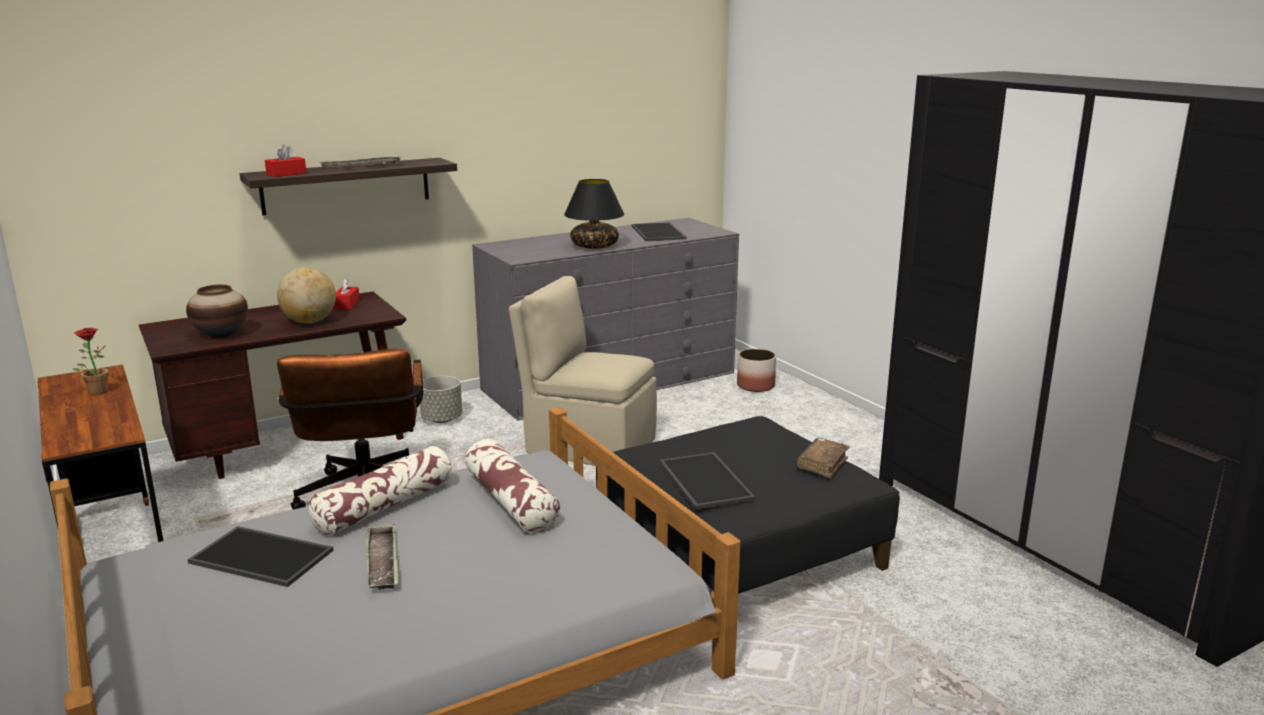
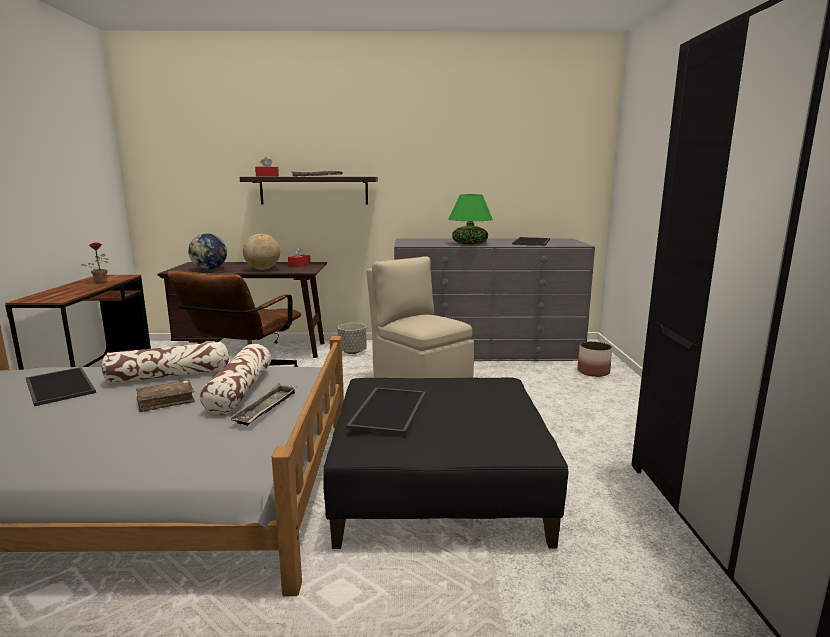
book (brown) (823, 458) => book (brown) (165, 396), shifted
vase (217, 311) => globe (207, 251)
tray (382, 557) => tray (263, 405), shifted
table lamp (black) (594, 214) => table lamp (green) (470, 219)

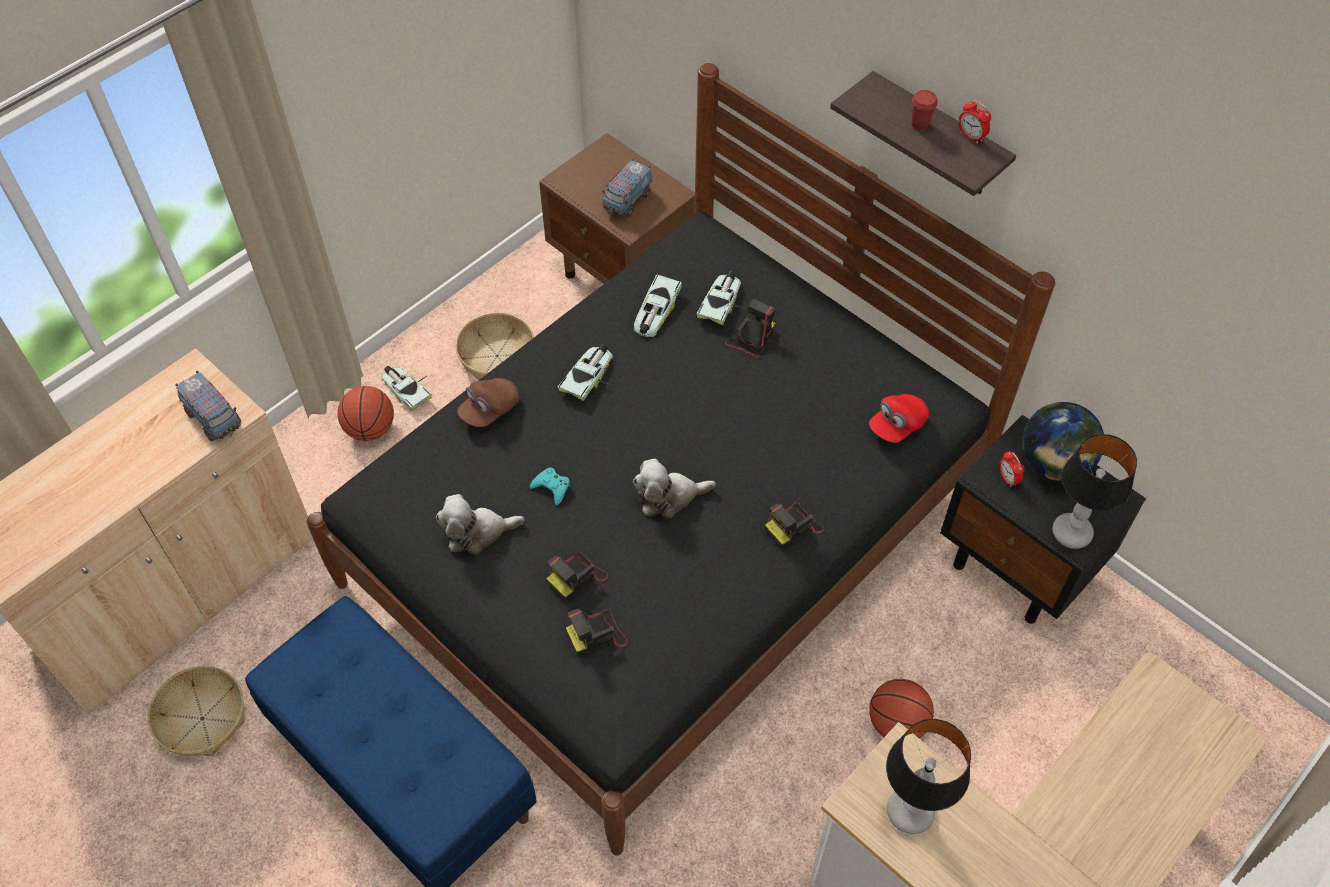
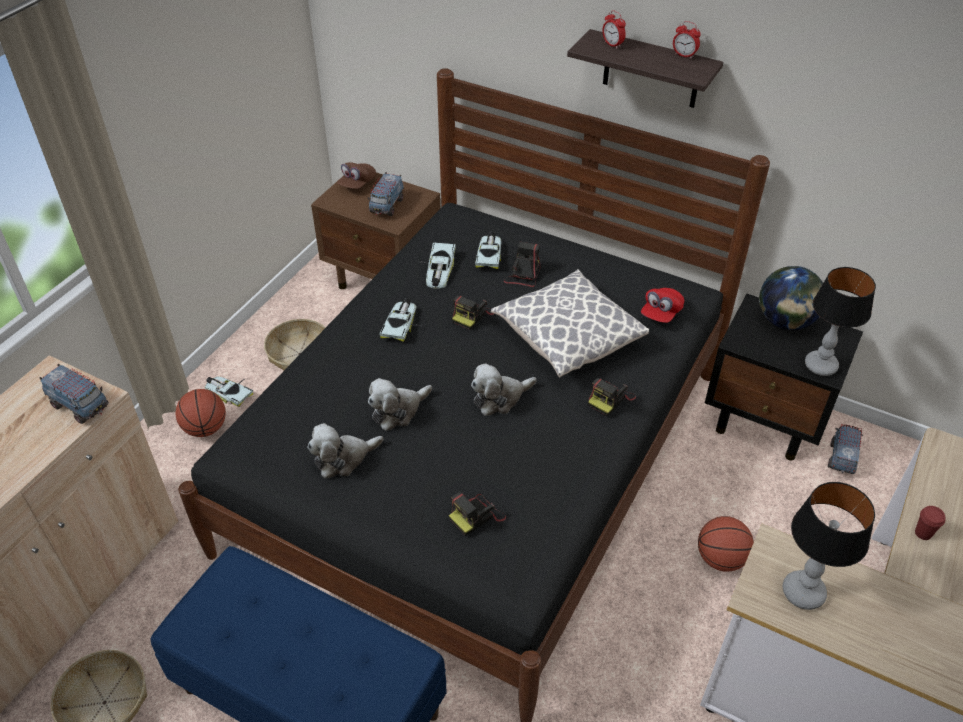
cap (brown) (488, 402) => cap (brown) (356, 175), shifted
game controller (turquoise) (550, 486) => plush toy (400, 404)
photo camera (578, 575) => photo camera (473, 312), shifted
nothing => pillow (570, 323)
alarm clock (1012, 469) => alarm clock (614, 29), shifted
nothing => toy truck (845, 449)
cup (red) (925, 110) => cup (red) (930, 523), shifted

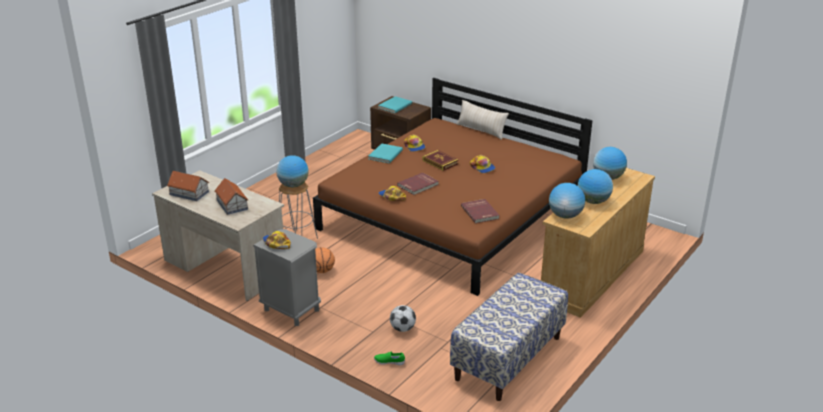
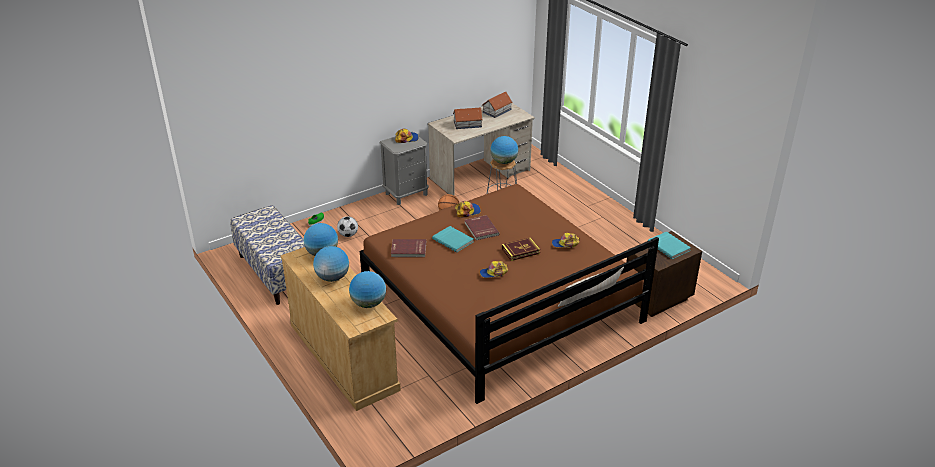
book (turquoise) (386, 153) => book (turquoise) (452, 239), shifted

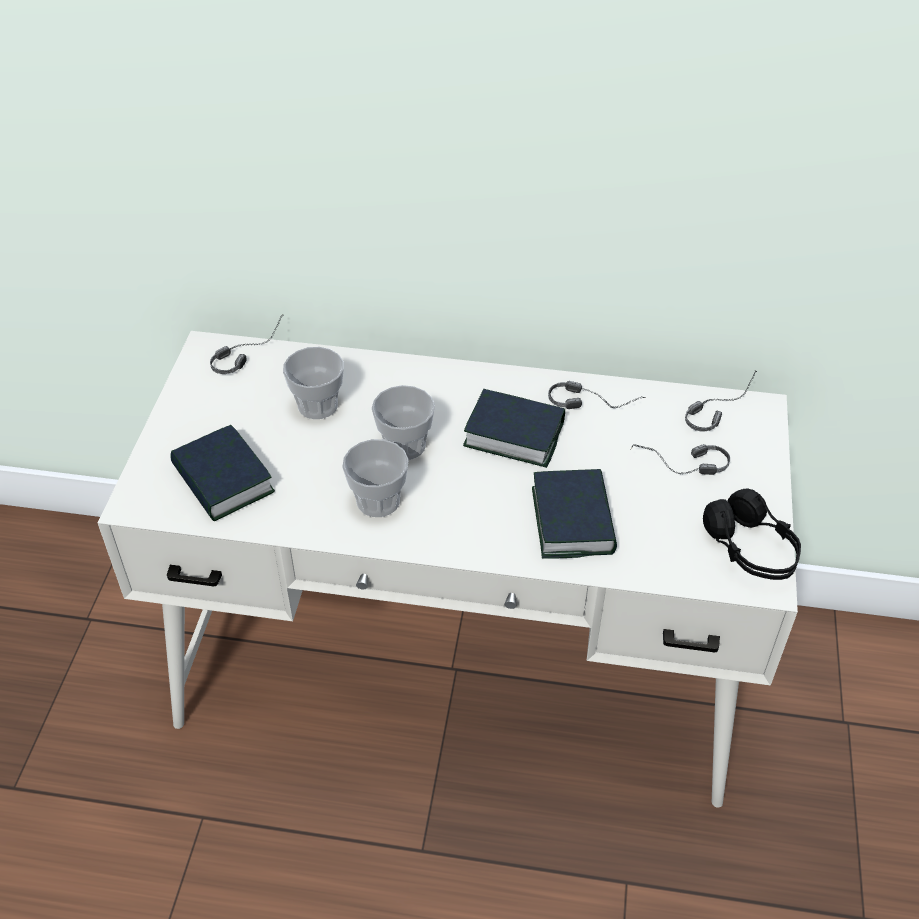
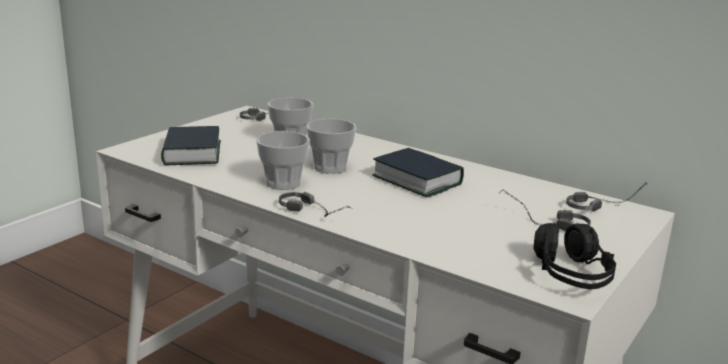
headphones (597, 395) => headphones (315, 204), shifted
book (574, 514) => nothing

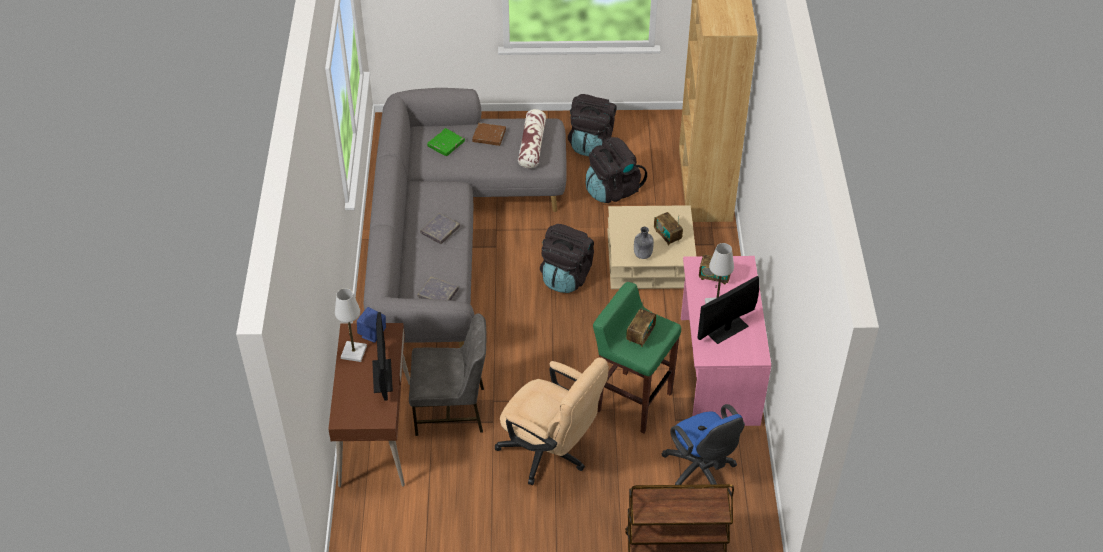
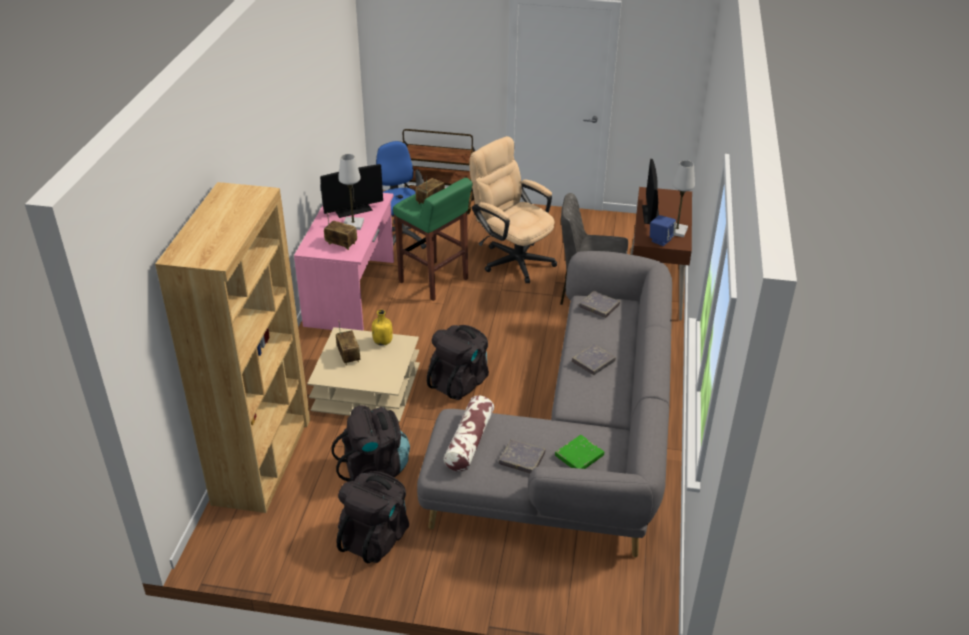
bottle (grey) (644, 243) => bottle (yellow) (382, 327)
book (brown) (489, 134) => book (grey) (522, 456)

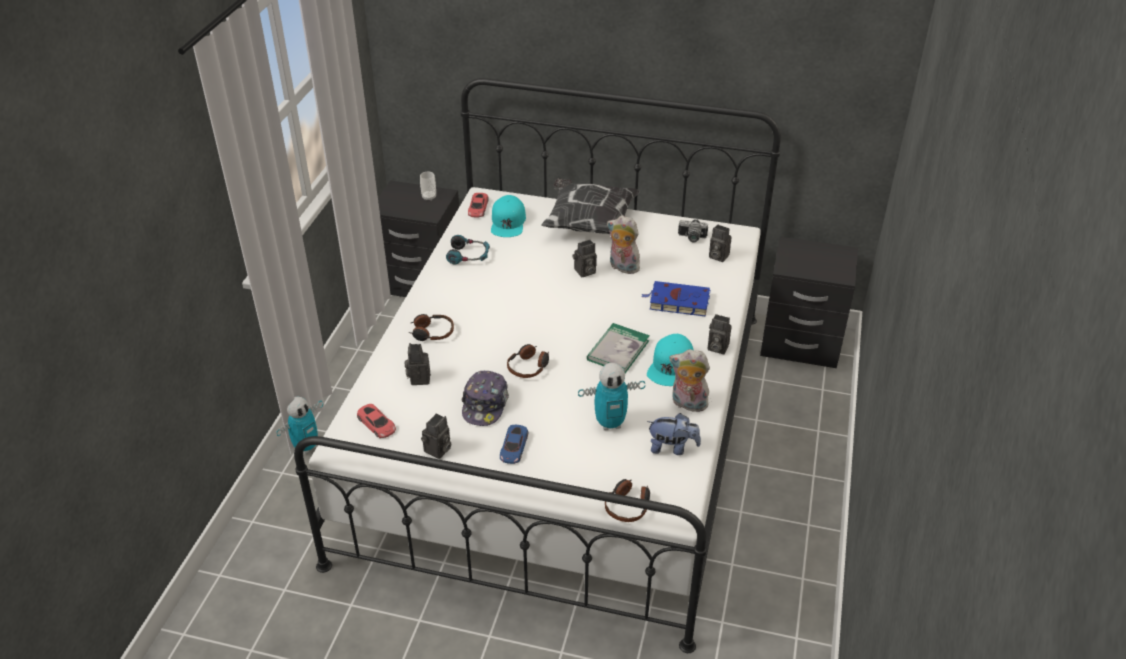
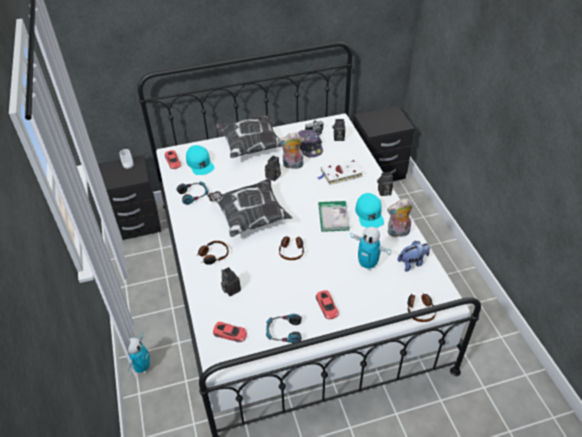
nothing => pillow (250, 208)
photo camera (436, 436) => headphones (284, 328)
cap (485, 398) => cap (310, 143), shifted
toy car (blue) (514, 444) => toy car (red) (327, 304)
book (blue) (676, 299) => book (white) (340, 172)
toy robot (611, 397) => toy robot (370, 248), 75 degrees clockwise

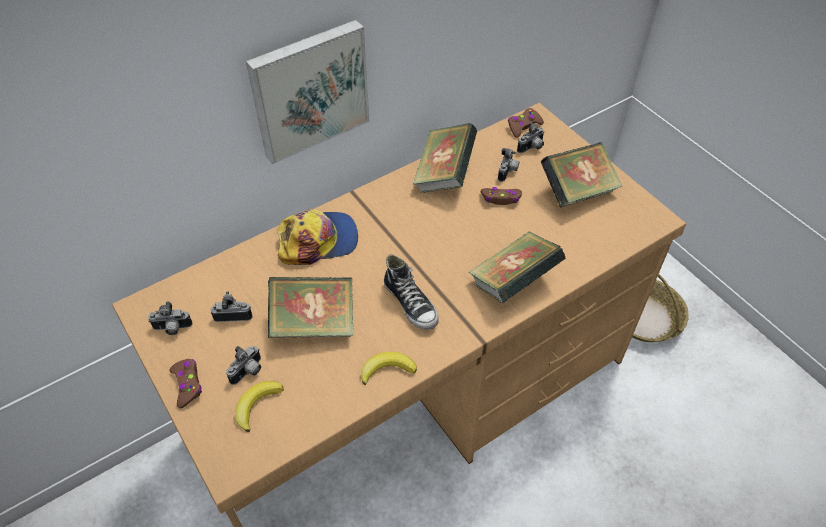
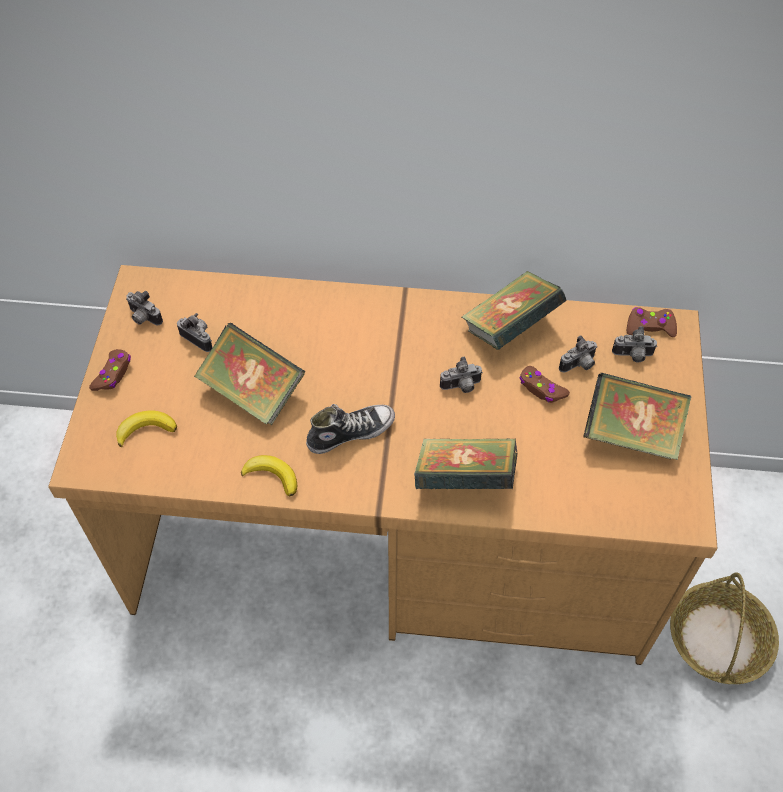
shoe (411, 292) => shoe (350, 429), 120 degrees counterclockwise
photo camera (243, 365) => photo camera (461, 375), shifted
picture (308, 92) => nothing
cap (317, 237) => nothing

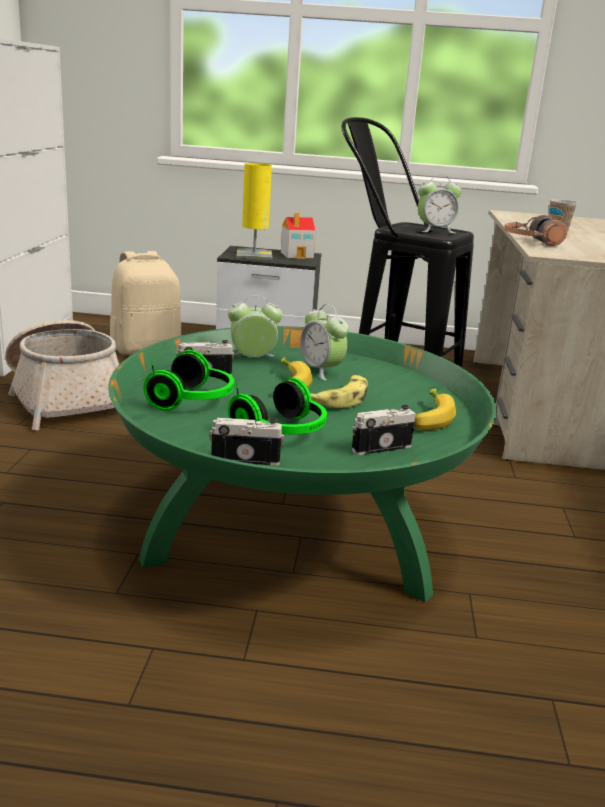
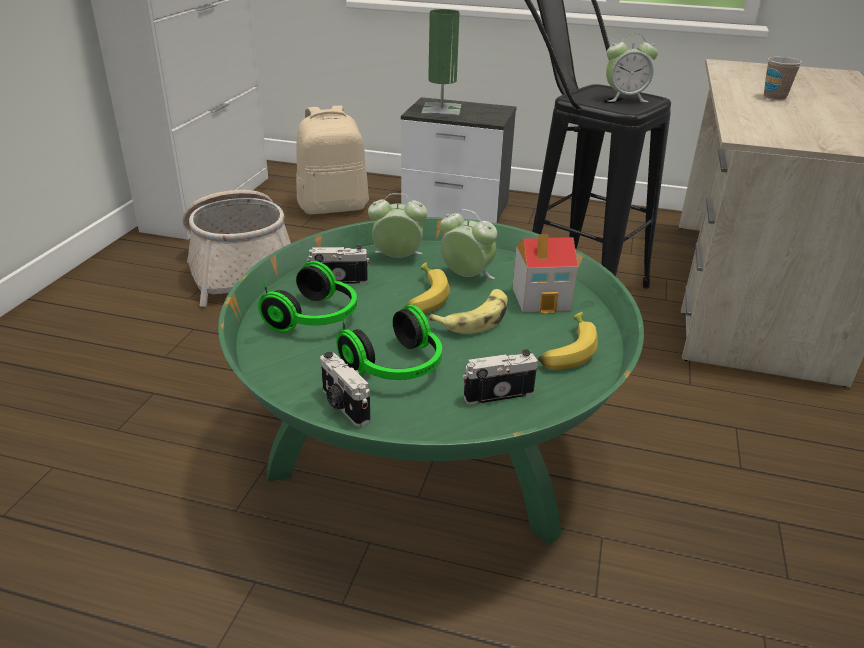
photo camera (246, 441) => photo camera (345, 389), 135 degrees counterclockwise
table lamp (yellow) (254, 211) => table lamp (green) (441, 63)
alarm clock (324, 342) => alarm clock (468, 244), 150 degrees clockwise
toy house (298, 235) => toy house (545, 273), shifted
headphones (535, 230) => nothing

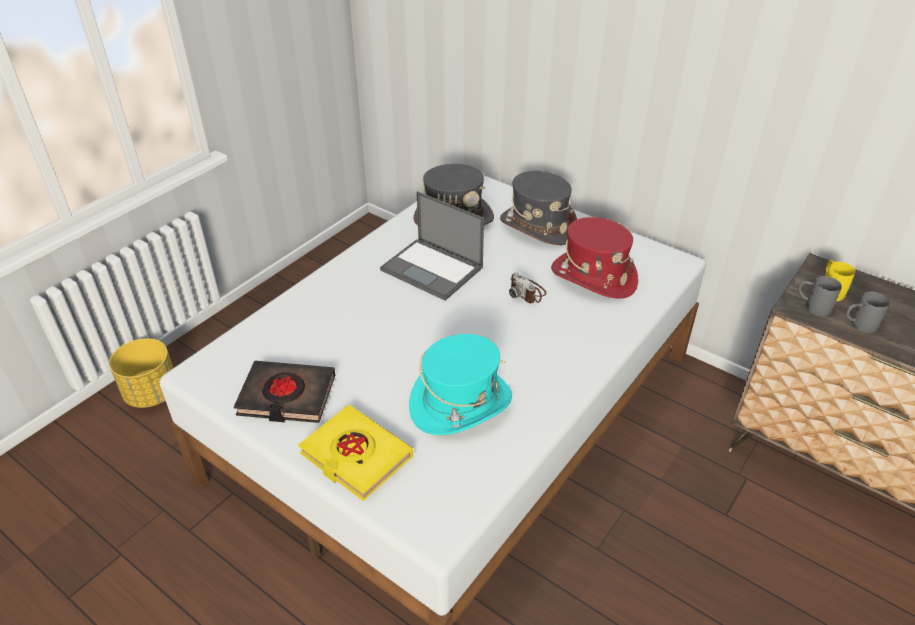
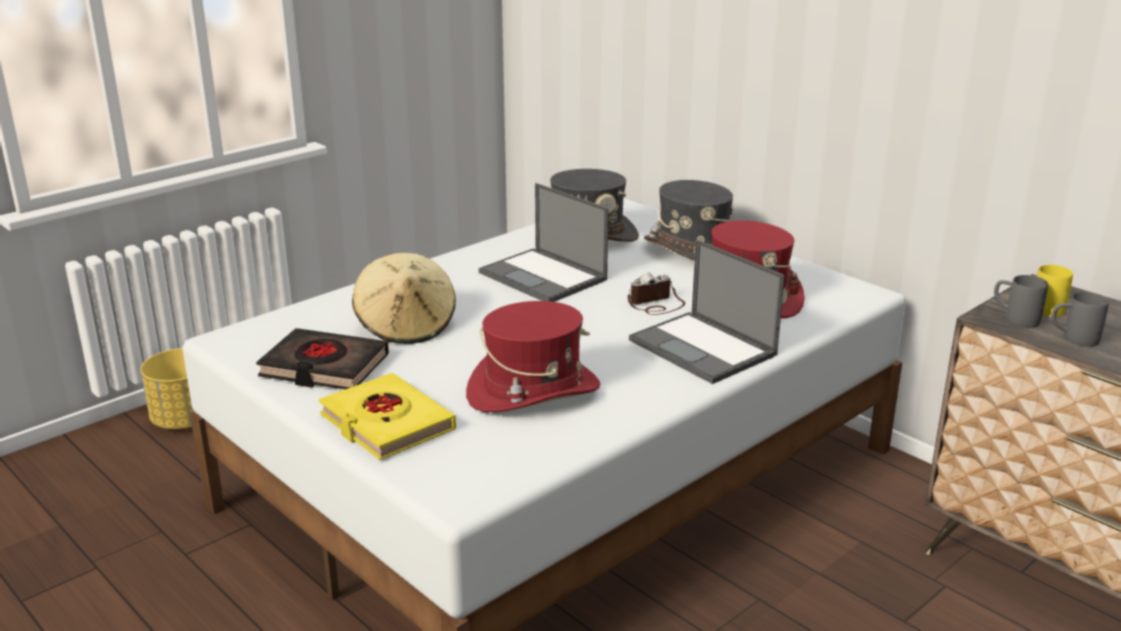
nothing => hat (beige) (404, 298)
hat (turquoise) (460, 384) => hat (red) (533, 356)
photo camera (528, 287) => photo camera (656, 293), 90 degrees clockwise
nothing => laptop (707, 311)

